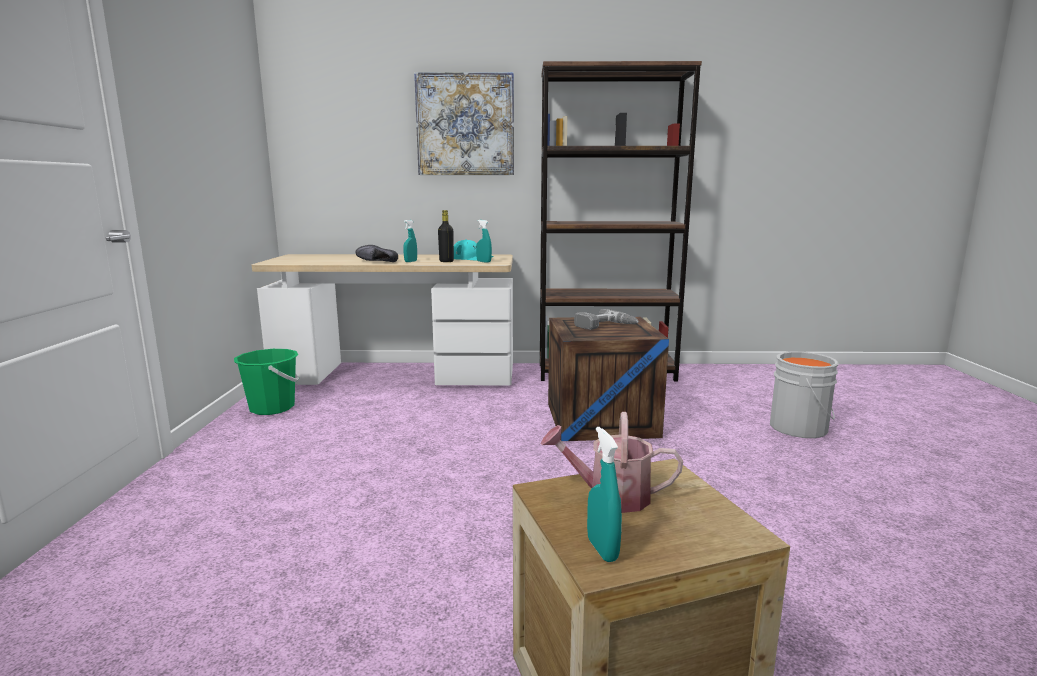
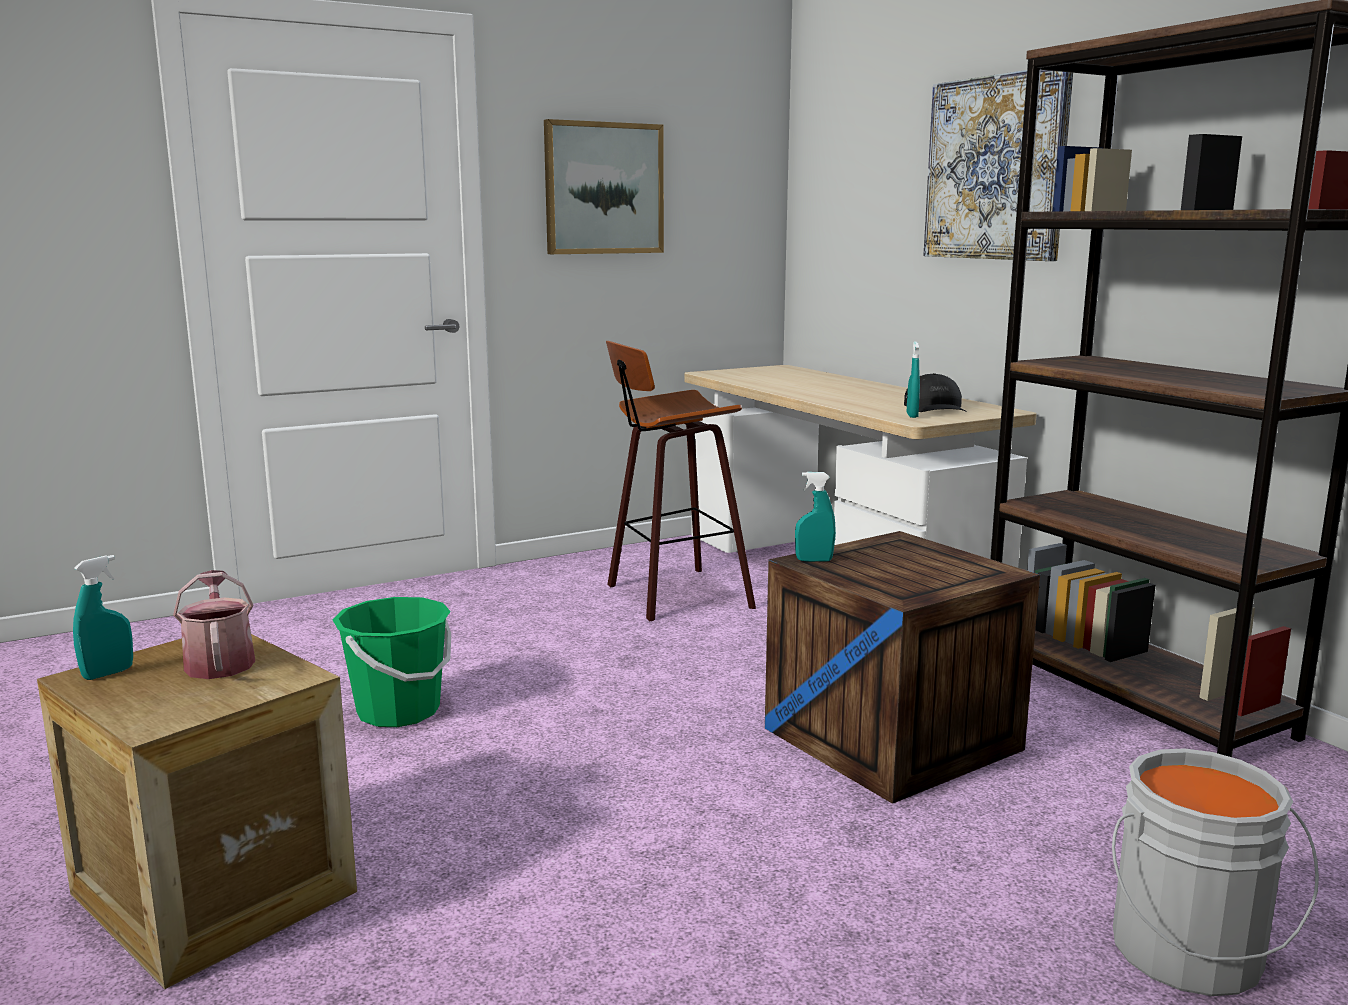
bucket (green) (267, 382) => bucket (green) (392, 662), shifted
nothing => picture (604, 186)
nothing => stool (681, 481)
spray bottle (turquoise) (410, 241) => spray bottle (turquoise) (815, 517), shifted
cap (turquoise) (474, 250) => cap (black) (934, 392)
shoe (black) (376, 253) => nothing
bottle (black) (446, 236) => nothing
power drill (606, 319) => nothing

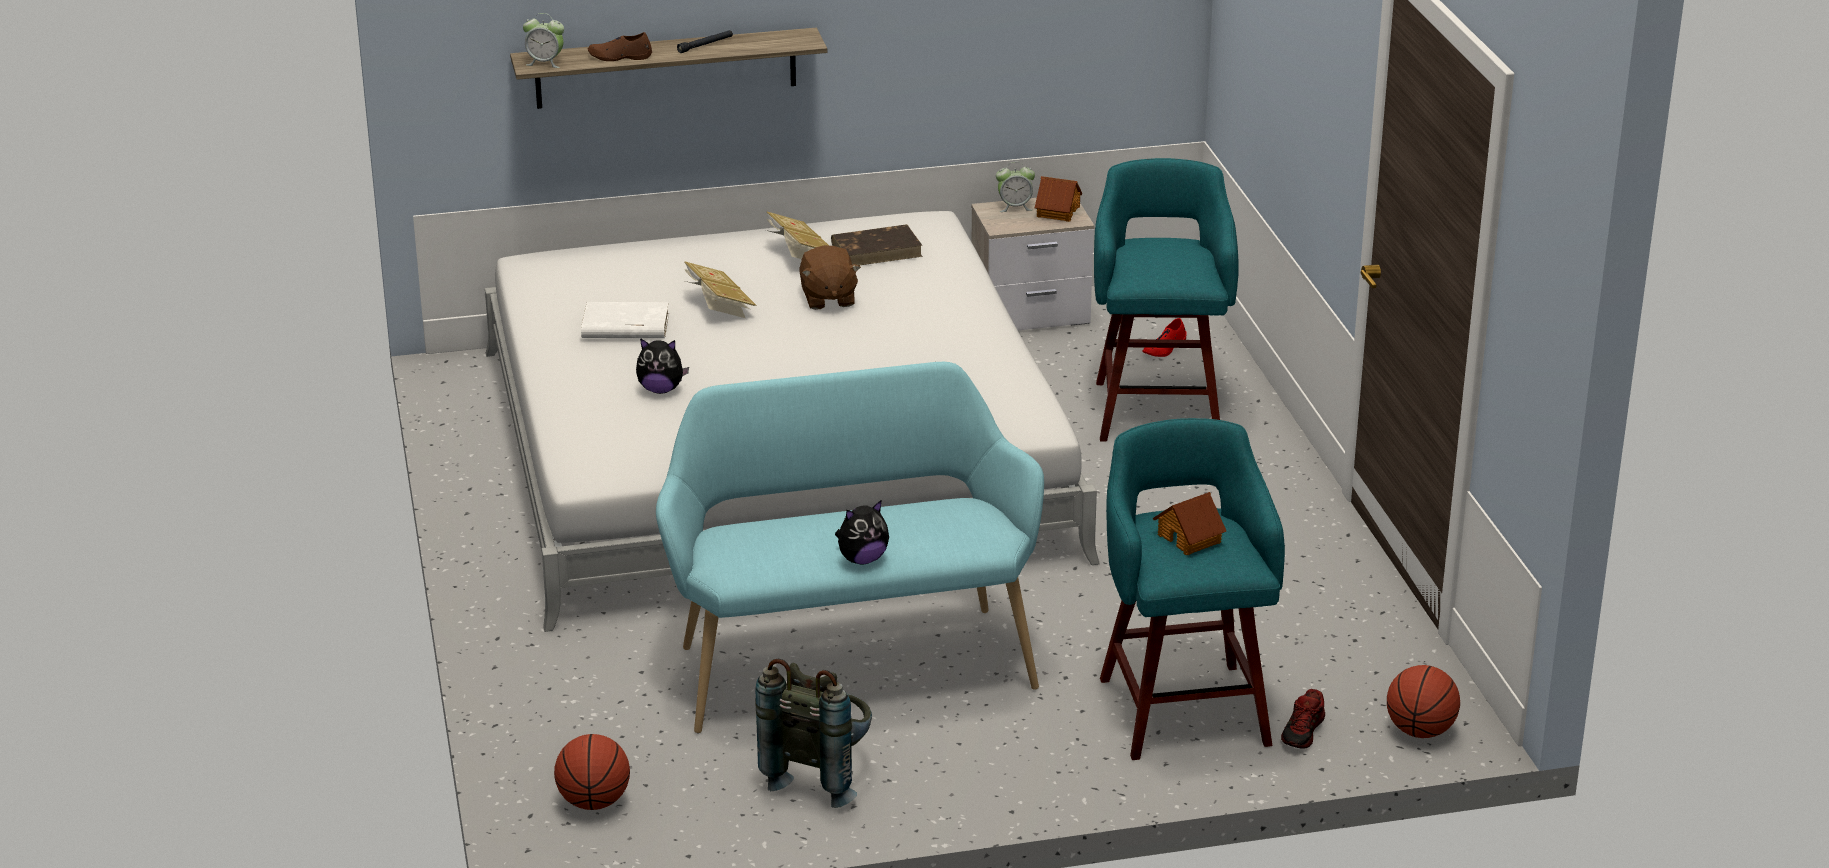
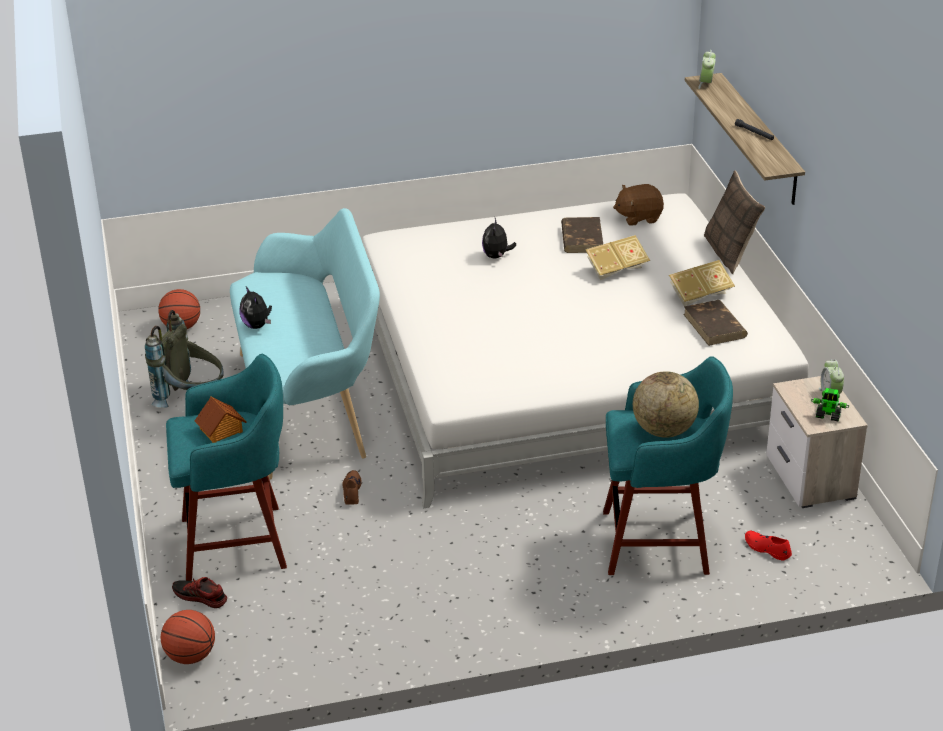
shoe (brown) (620, 46) => shoe (brown) (352, 487), shifted
book (white) (625, 320) => book (brown) (582, 235)
plush toy (brown) (830, 277) => plush toy (brown) (638, 205), shifted
nothing => globe (666, 404)
nothing => pillow (734, 222)
toy house (1058, 199) => toy robot (830, 404)

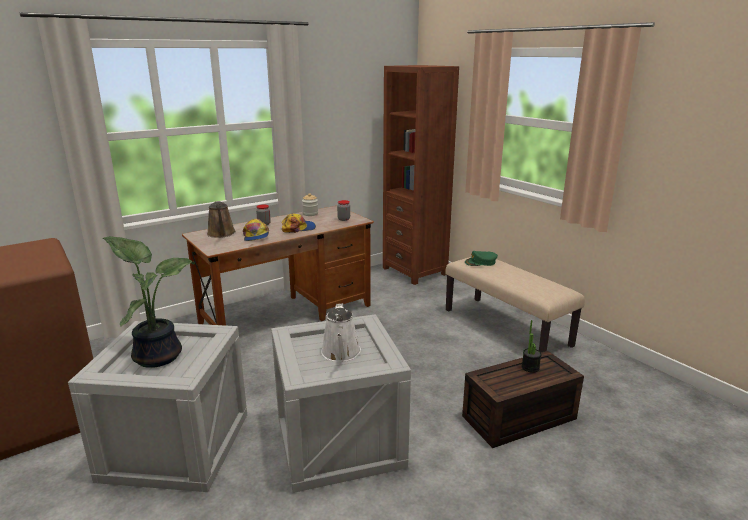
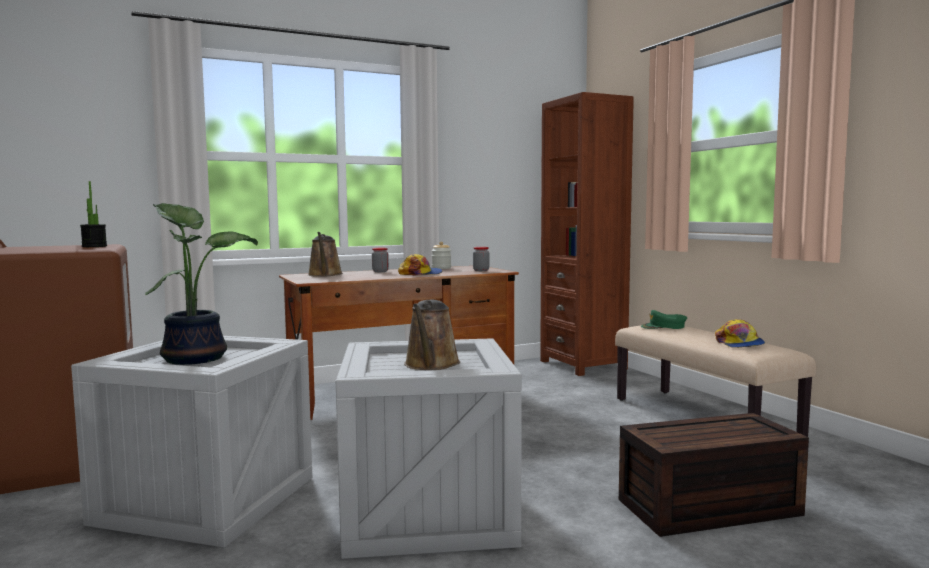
potted plant (531, 346) => potted plant (93, 214), shifted
watering can (white) (341, 332) => watering can (brown) (432, 335)
cap (256, 230) => cap (740, 333), shifted

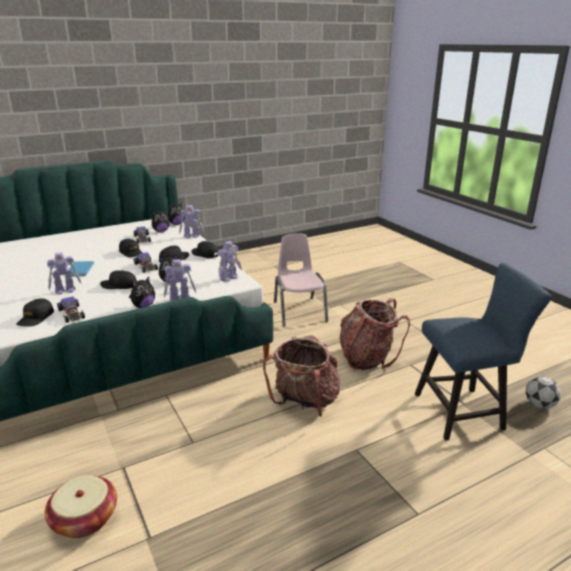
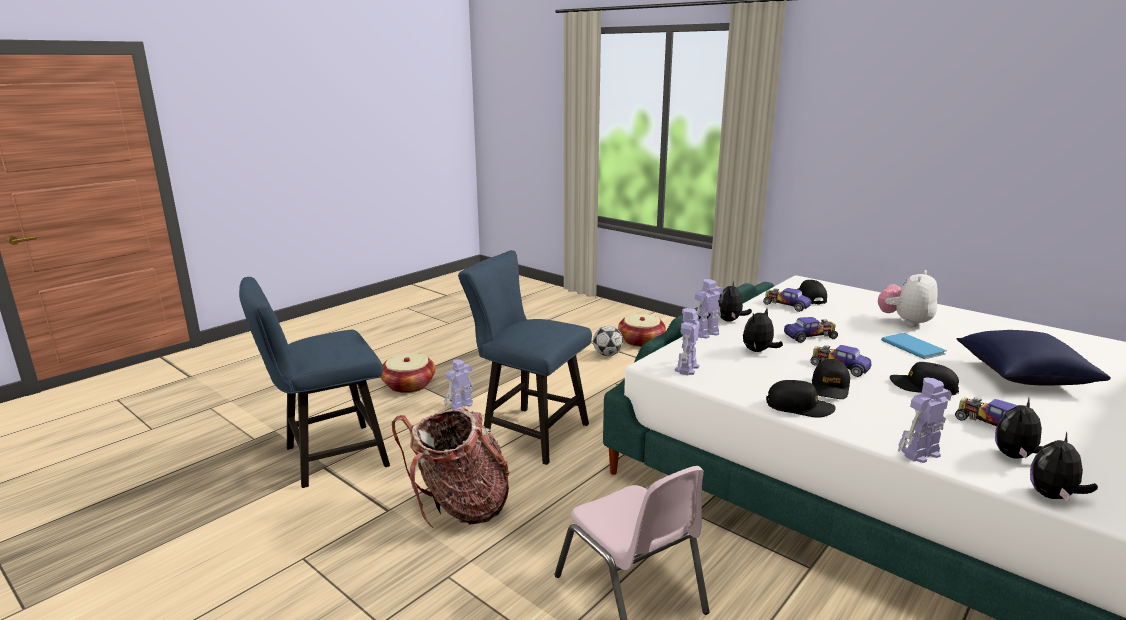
nothing => basket (408, 373)
toy robot (64, 273) => toy robot (459, 384), shifted
backpack (301, 376) => chair (blue) (525, 357)
football (543, 392) => football (608, 341), shifted
cap (black) (118, 279) => toy car (811, 330)
nothing => plush toy (908, 298)
nothing => pillow (blue) (1034, 358)

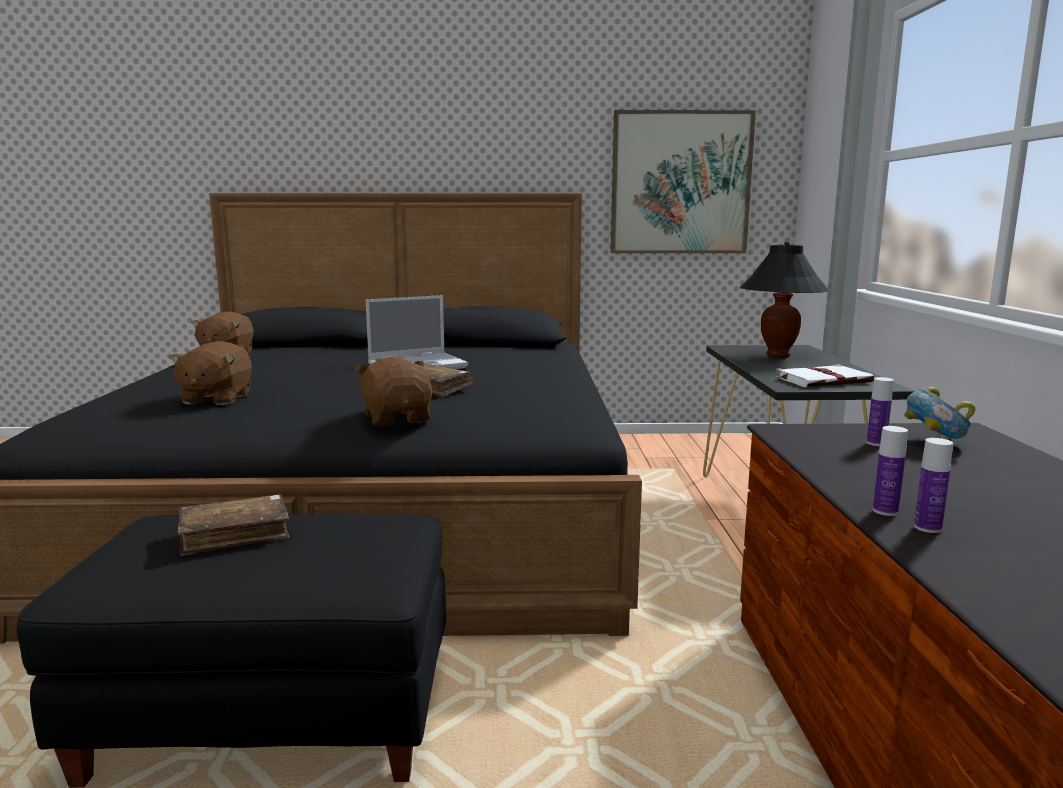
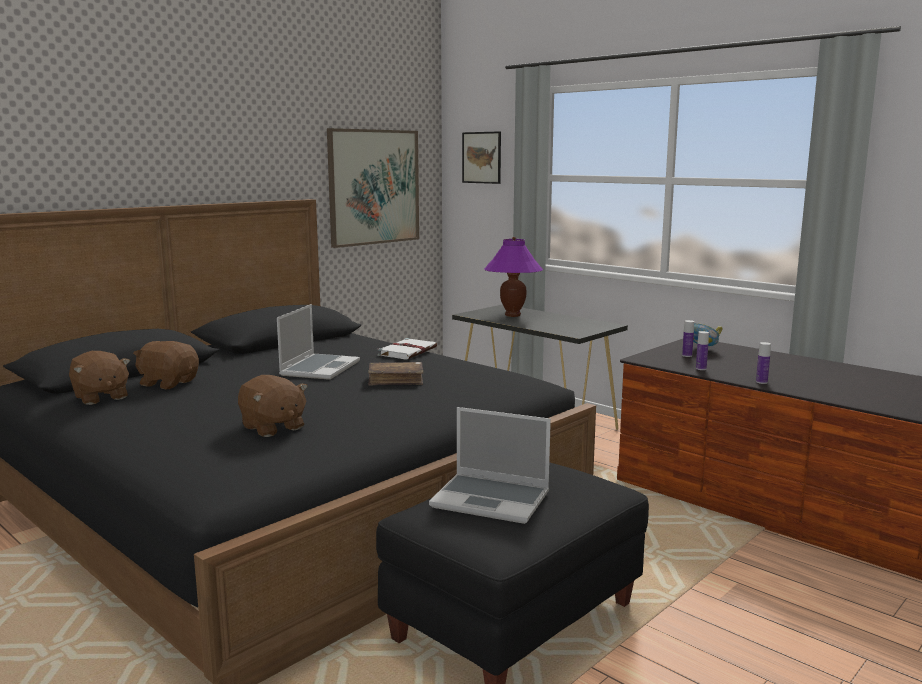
plush toy (brown) (394, 392) => plush toy (brown) (166, 365), shifted
book (white) (824, 375) => book (white) (407, 349), shifted
book (brown) (233, 525) => laptop (490, 465)
nothing => picture (481, 157)
table lamp (black) (784, 299) => table lamp (purple) (513, 277)
bottle (933, 485) => bottle (702, 350), shifted

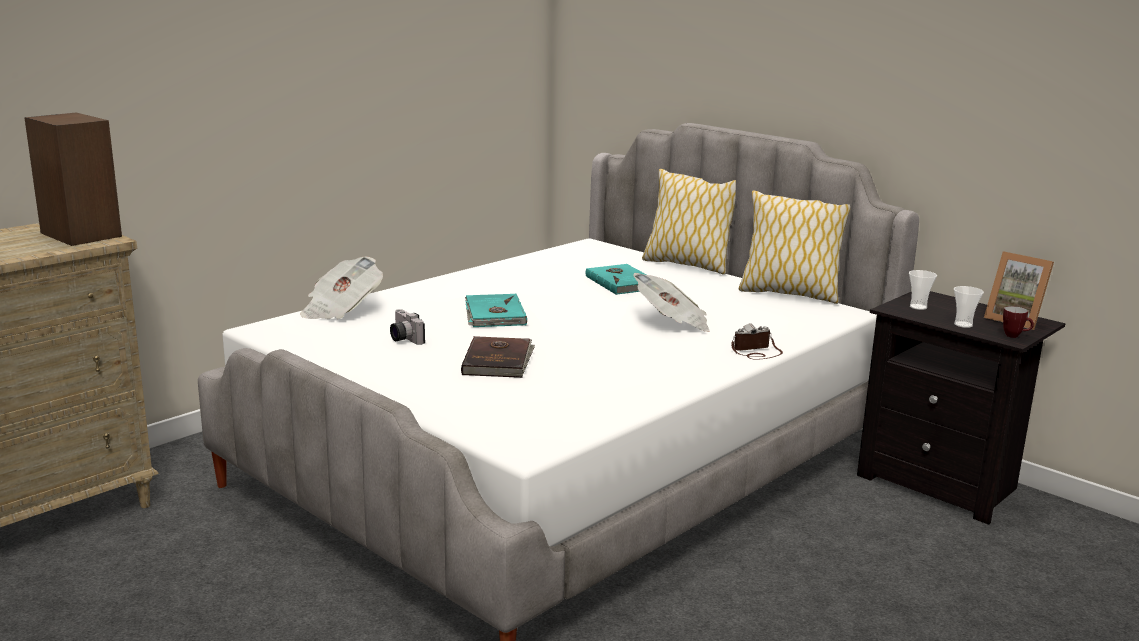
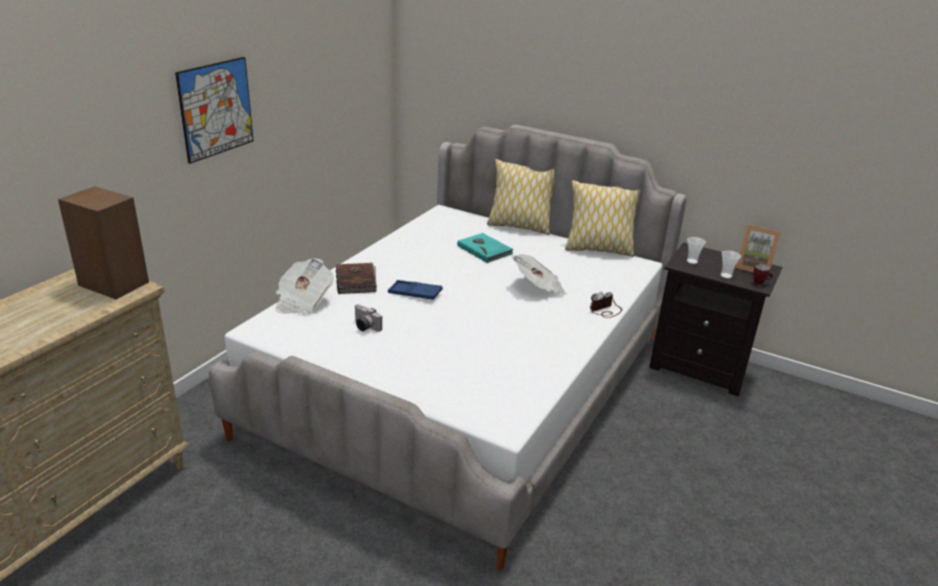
nothing => picture (214, 110)
book (brown) (498, 357) => book (brown) (356, 278), shifted
book (turquoise) (496, 310) => tray (blue) (415, 290)

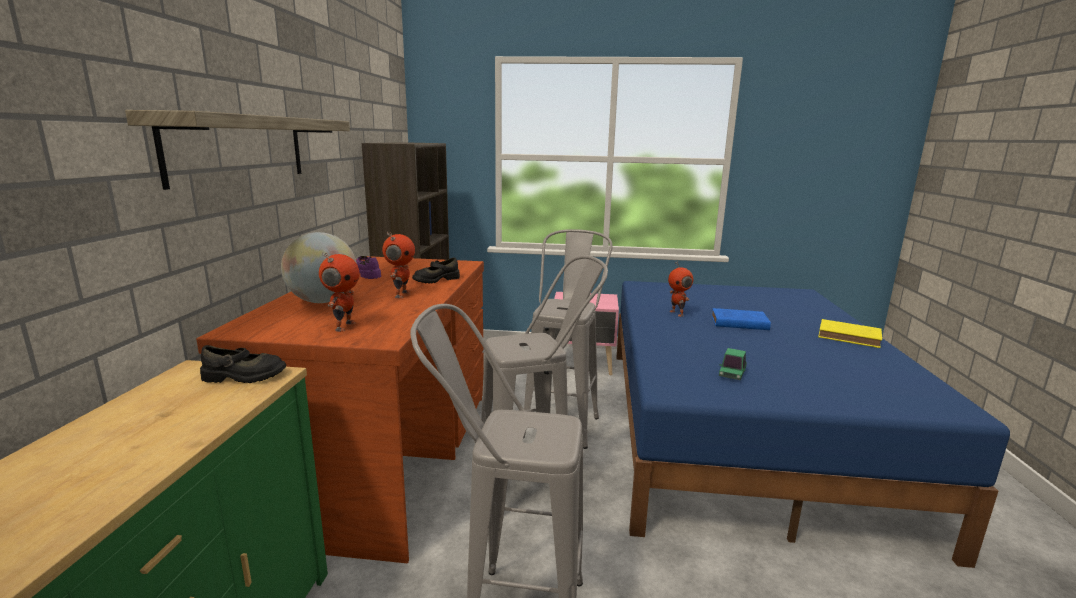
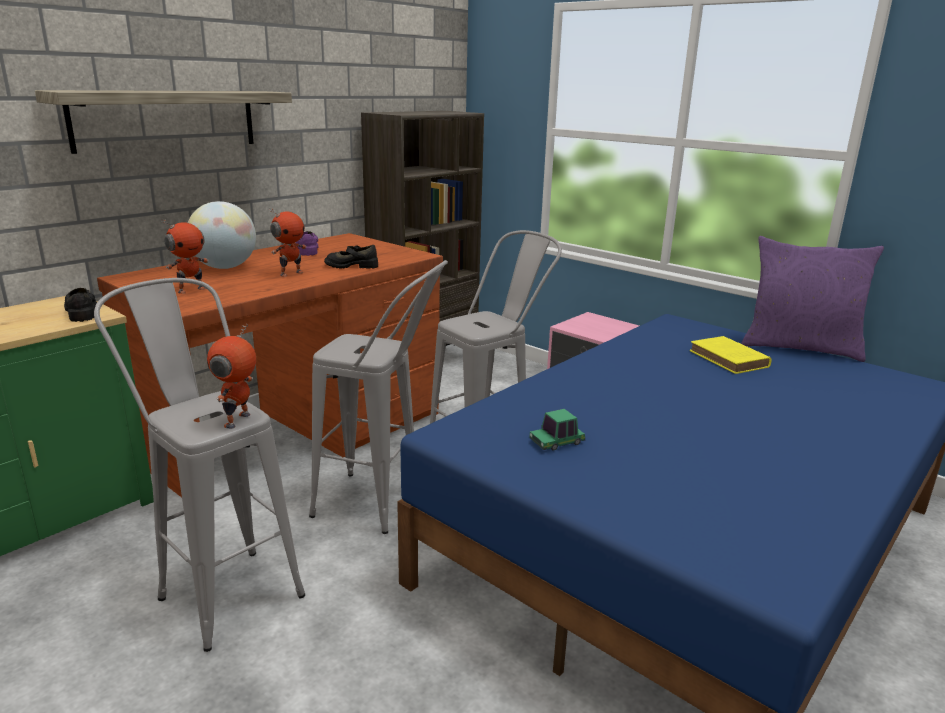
shoe (black) (243, 364) => shoe (black) (80, 305), 150 degrees counterclockwise
toy robot (680, 289) => toy robot (231, 376), shifted
book (yellow) (850, 333) => book (yellow) (731, 355), shifted
nothing => pillow (purple) (812, 299)
book (blue) (741, 319) => nothing

